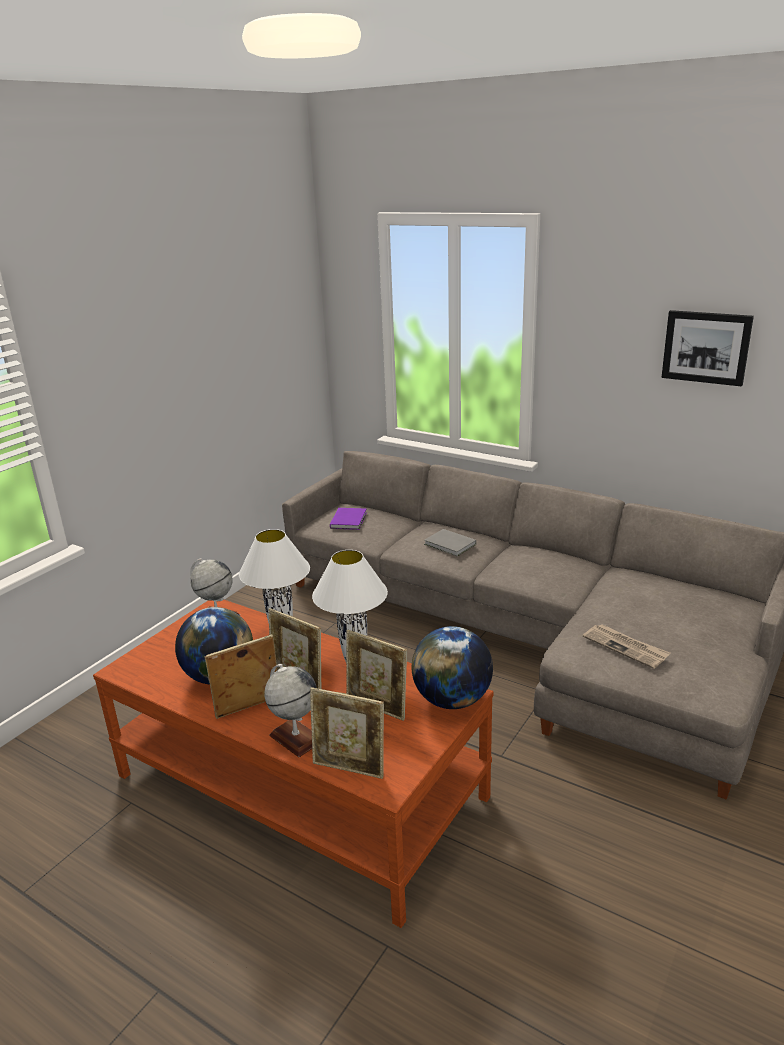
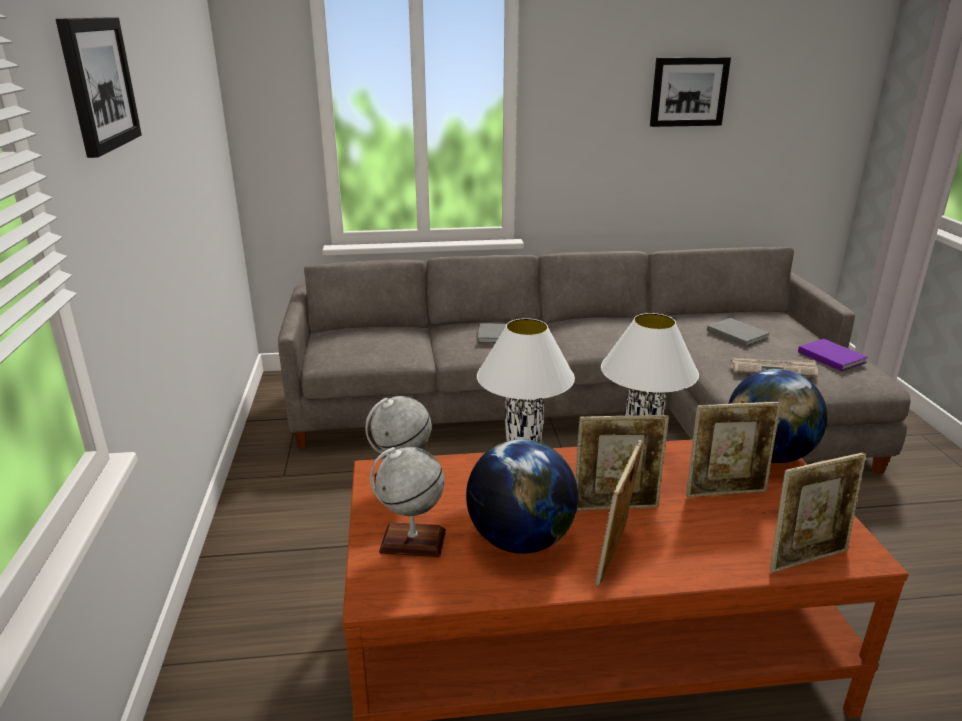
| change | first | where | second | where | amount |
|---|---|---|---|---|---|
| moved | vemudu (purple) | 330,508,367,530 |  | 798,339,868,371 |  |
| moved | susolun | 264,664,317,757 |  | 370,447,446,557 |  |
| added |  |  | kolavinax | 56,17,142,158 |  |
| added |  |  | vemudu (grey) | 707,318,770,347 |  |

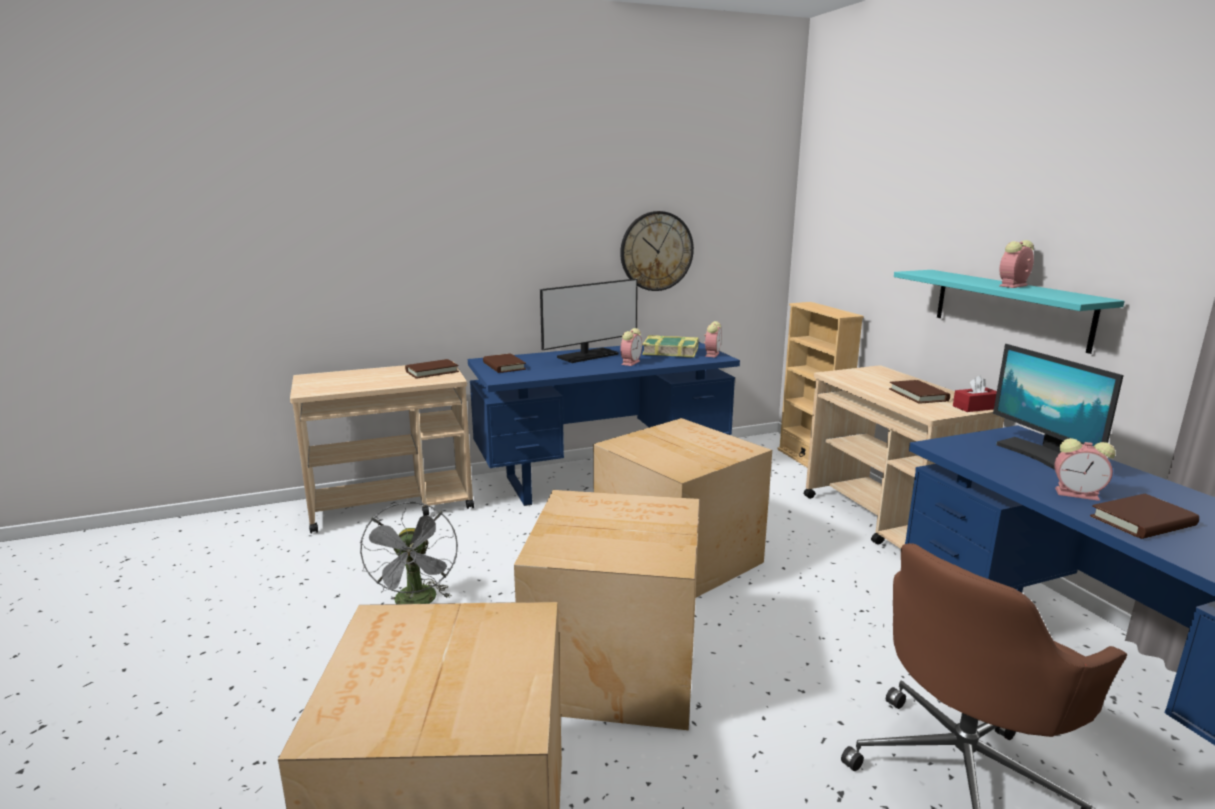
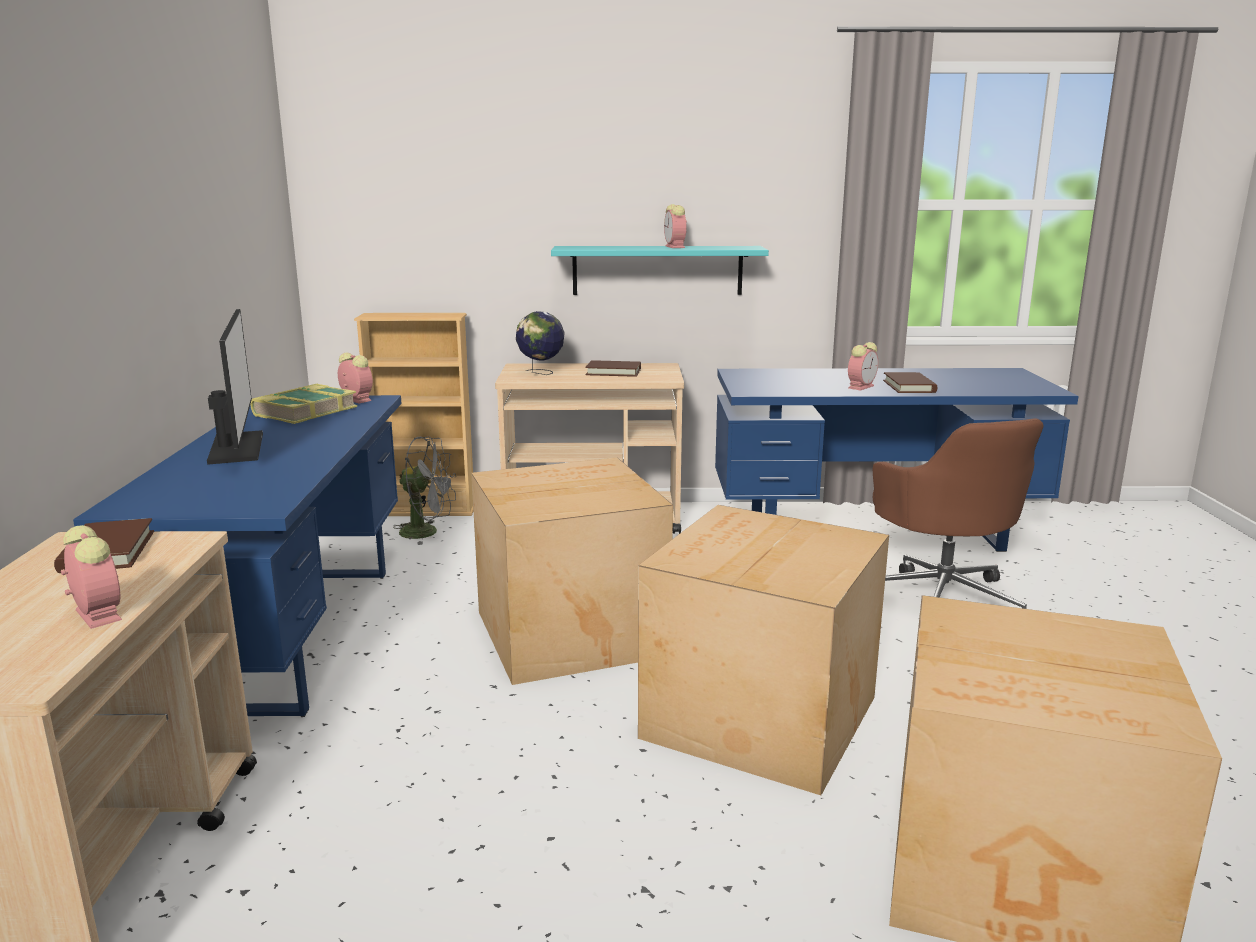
| change | first | where | second | where | amount |
|---|---|---|---|---|---|
| removed | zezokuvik | 620,211,694,291 |  |  |  |
| moved | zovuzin | 620,328,642,366 |  | 61,525,122,629 |  |
| removed | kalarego | 993,344,1124,470 |  |  |  |
| removed | vemudu (brown) | 483,353,526,373 |  |  |  |
| removed | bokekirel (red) | 953,375,997,412 |  |  |  |
| moved | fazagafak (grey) | 360,501,458,604 |  | 393,437,456,545 |  |
| added |  |  | susolun | 516,311,565,375 |  |

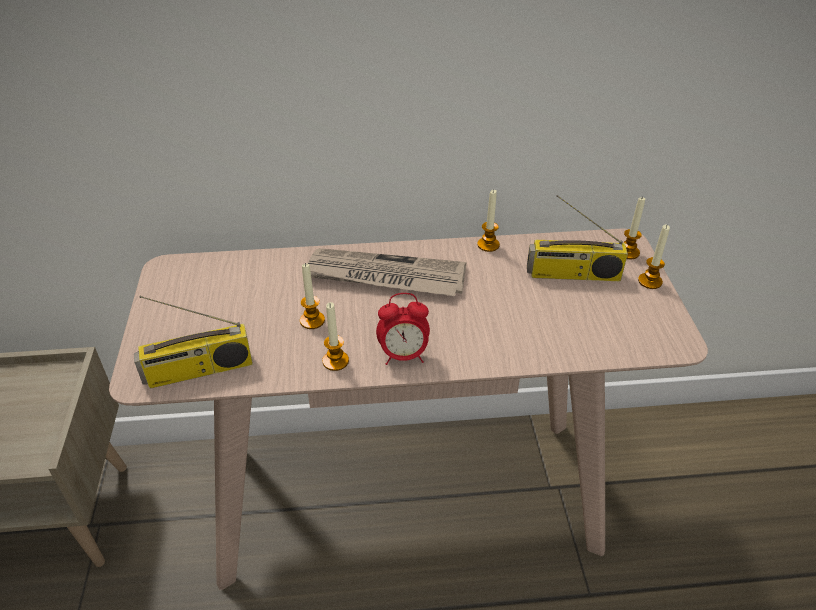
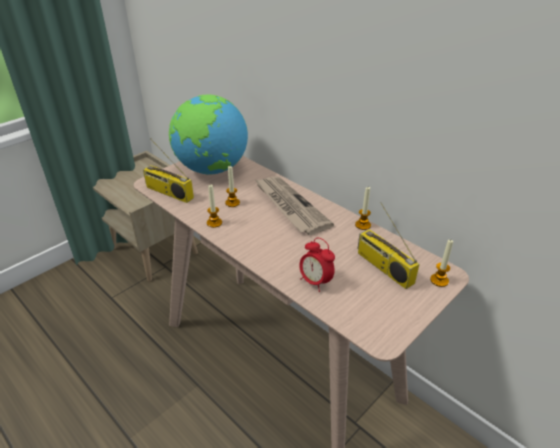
| change | first | where | second | where | amount |
|---|---|---|---|---|---|
| removed | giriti | 638,224,670,289 |  |  |  |
| moved | zovuzin | 376,293,430,365 |  | 299,238,335,292 |  |
| added |  |  | susolun | 169,94,248,175 |  |

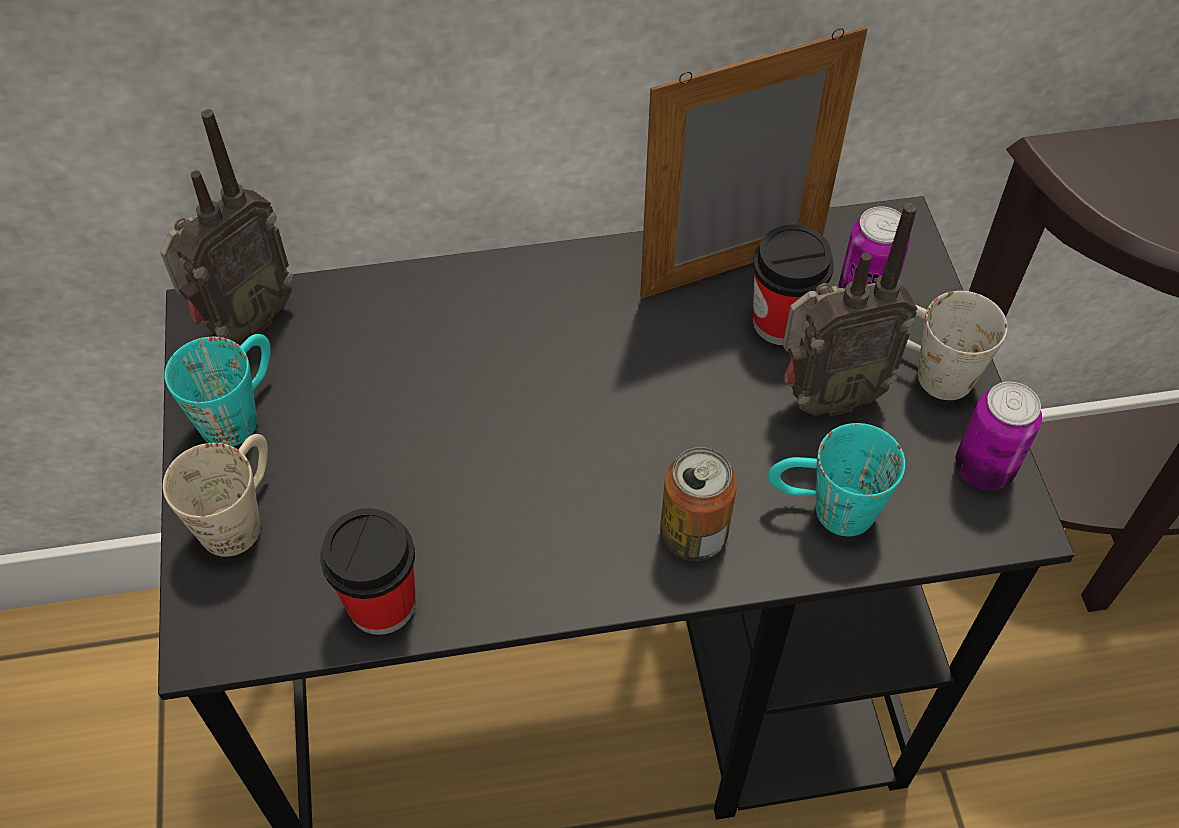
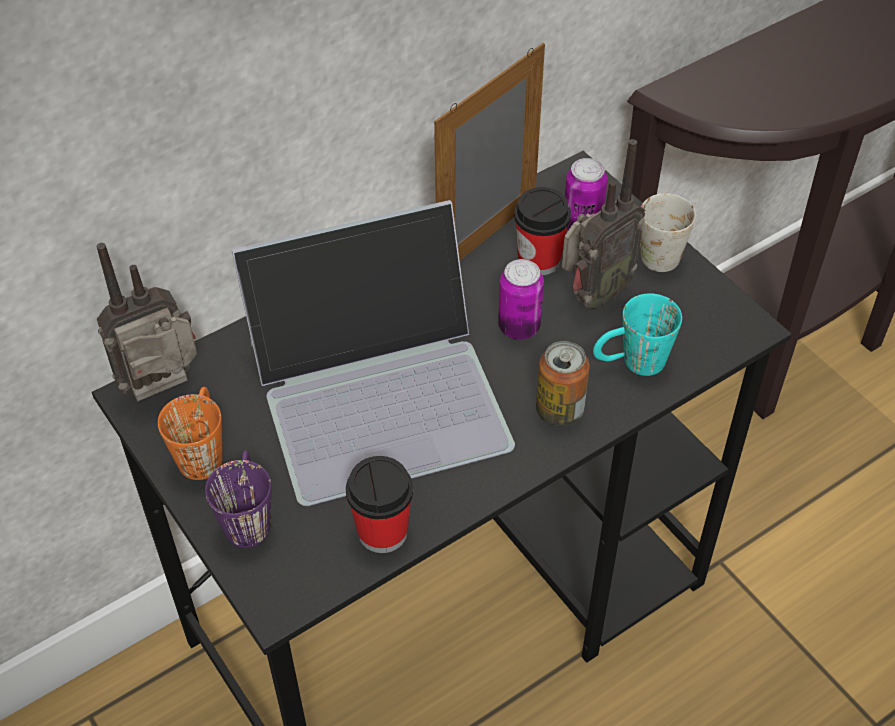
| change | first | where | second | where | amount |
|---|---|---|---|---|---|
| turned | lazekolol | 160,109,294,342 |  | 96,243,197,401 | 135 degrees counterclockwise |
| recoloured | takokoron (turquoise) | 165,334,271,447 | takokoron (orange) | 158,387,222,480 |  |
| moved | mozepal | 956,382,1042,490 |  | 498,259,544,340 |  |
| recoloured | takokoron (beige) | 163,434,268,557 | takokoron (purple) | 205,450,272,548 |  |
| added |  |  | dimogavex | 231,200,515,506 |  |

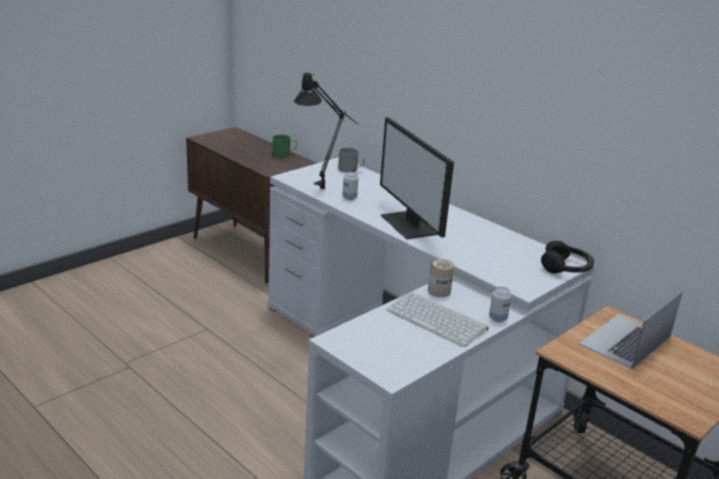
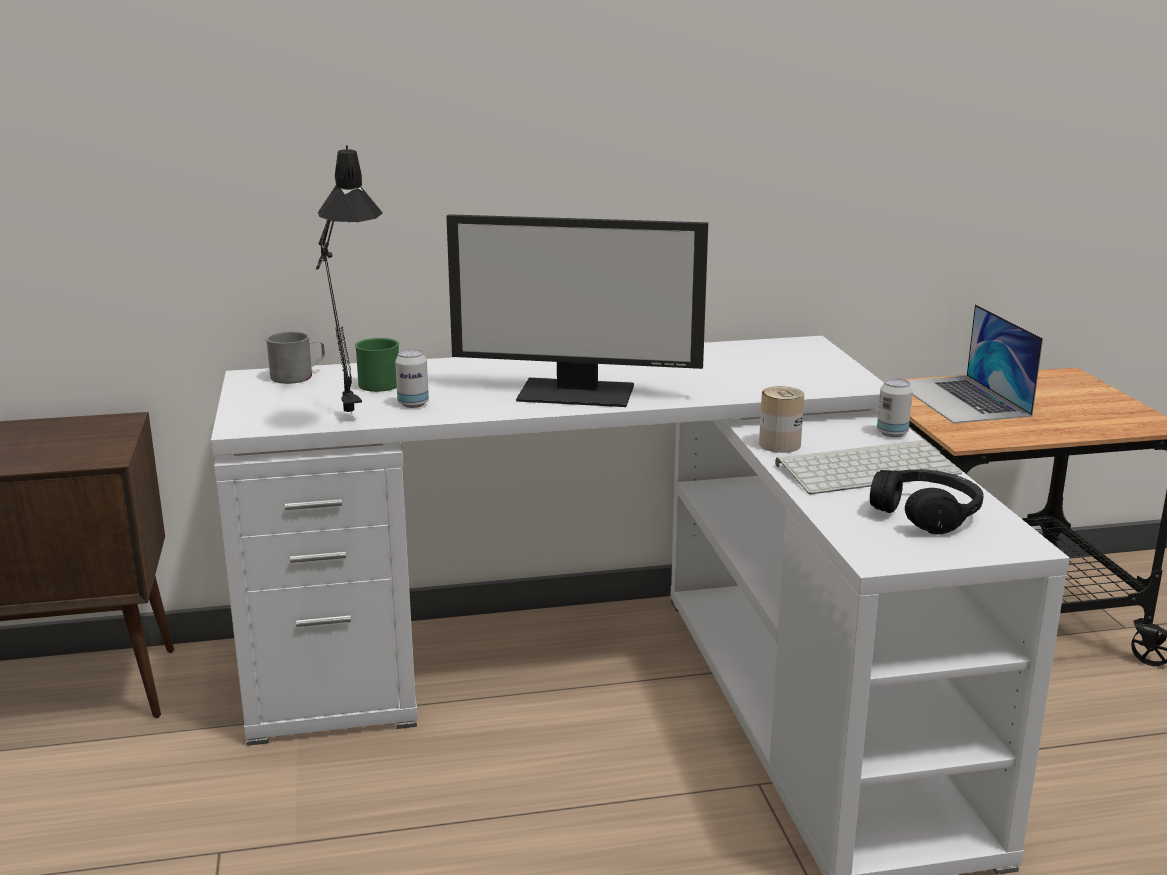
| change | first | where | second | where | amount |
|---|---|---|---|---|---|
| moved | takokoron (green) | 272,134,297,157 |  | 355,338,399,392 |  |
| moved | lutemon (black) | 541,241,594,274 |  | 870,469,984,534 |  |

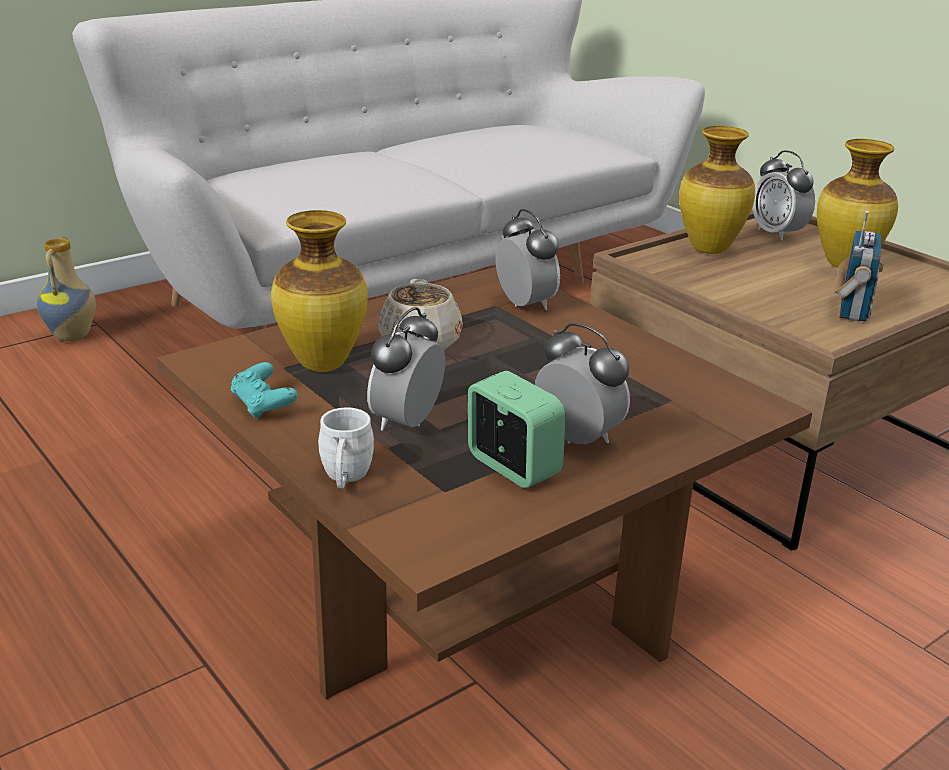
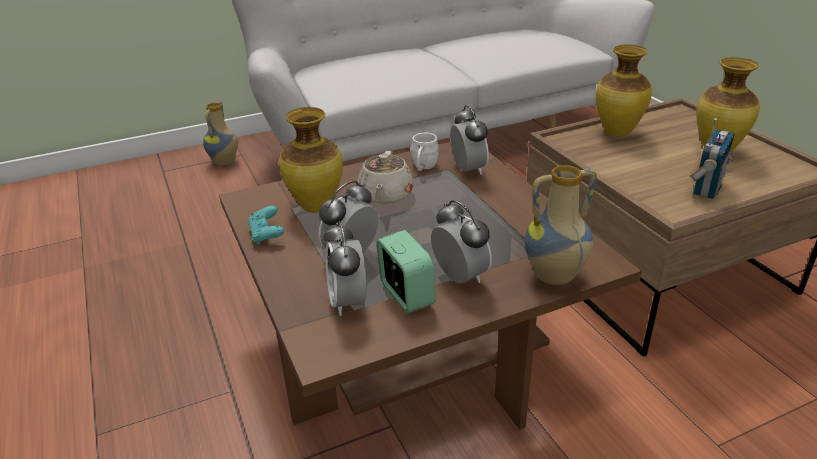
| change | first | where | second | where | amount |
|---|---|---|---|---|---|
| moved | zovuzin | 752,150,815,241 |  | 323,221,366,316 |  |
| moved | takokoron (white) | 318,407,374,488 |  | 411,133,439,171 |  |
| added |  |  | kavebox | 525,165,597,285 |  |

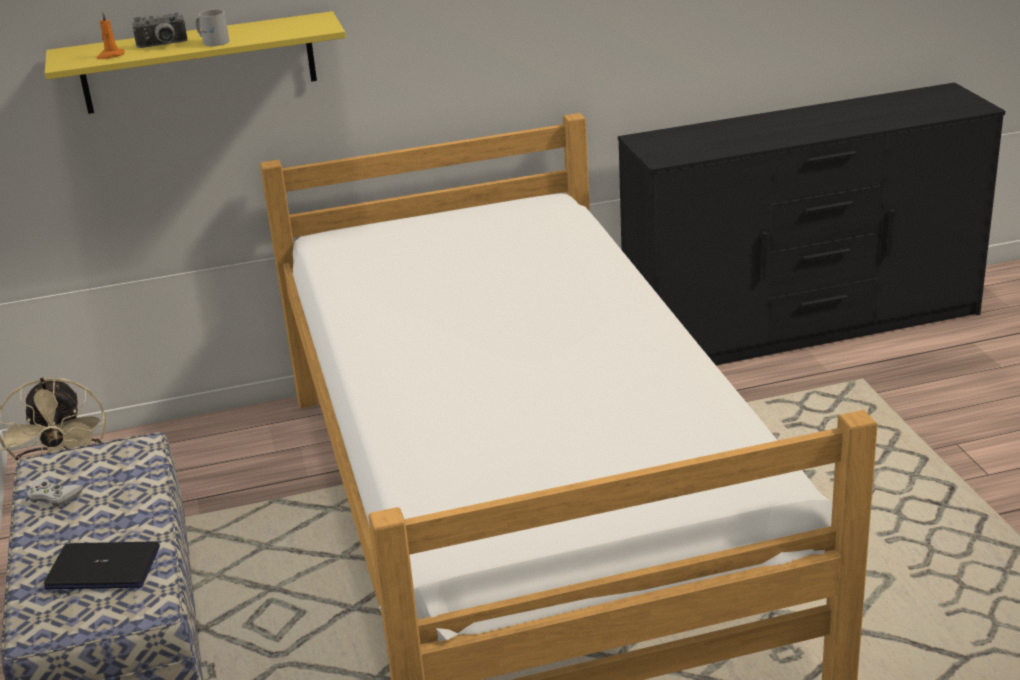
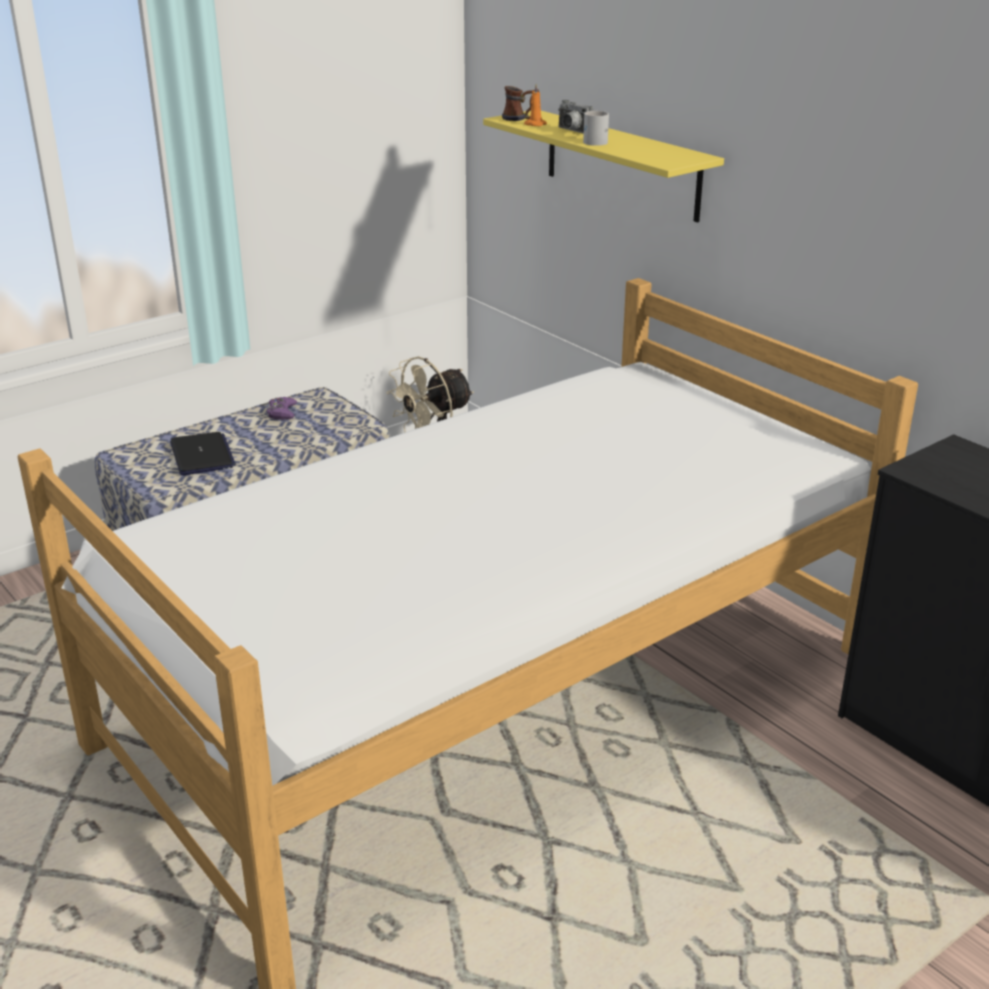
| change | first | where | second | where | amount |
|---|---|---|---|---|---|
| recoloured | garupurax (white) | 27,479,83,507 | garupurax (purple) | 267,397,297,420 |  |
| added |  |  | takokoron | 502,86,539,121 |  |

